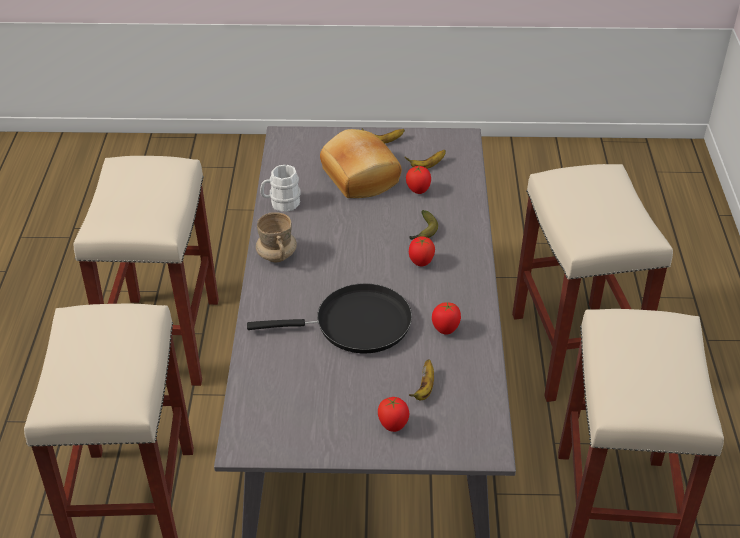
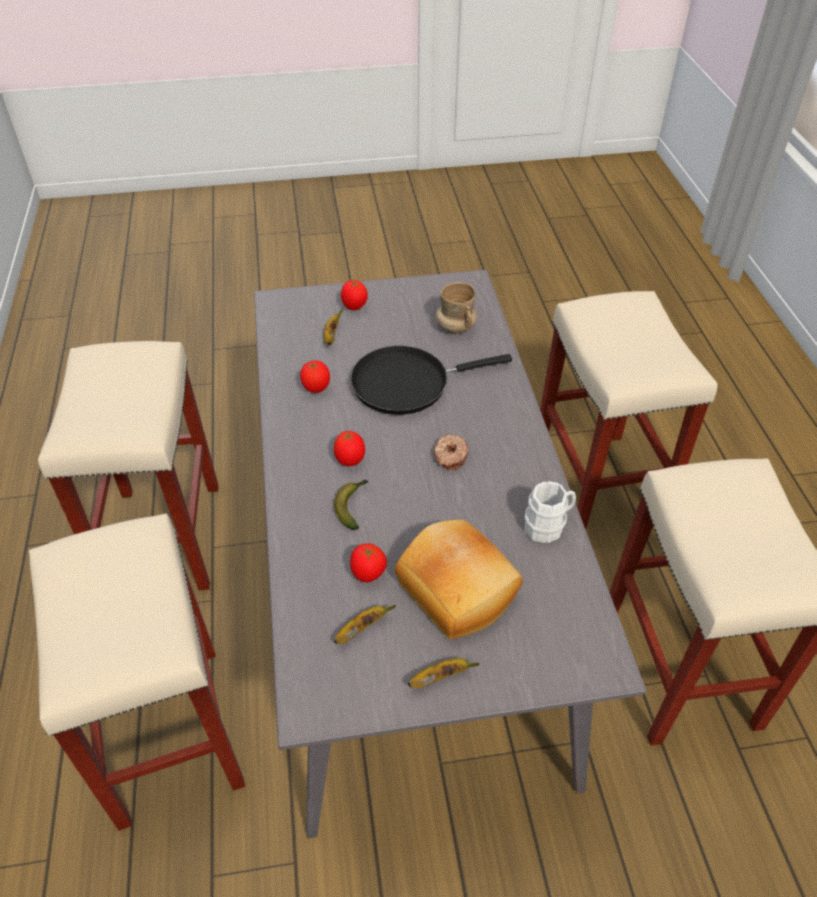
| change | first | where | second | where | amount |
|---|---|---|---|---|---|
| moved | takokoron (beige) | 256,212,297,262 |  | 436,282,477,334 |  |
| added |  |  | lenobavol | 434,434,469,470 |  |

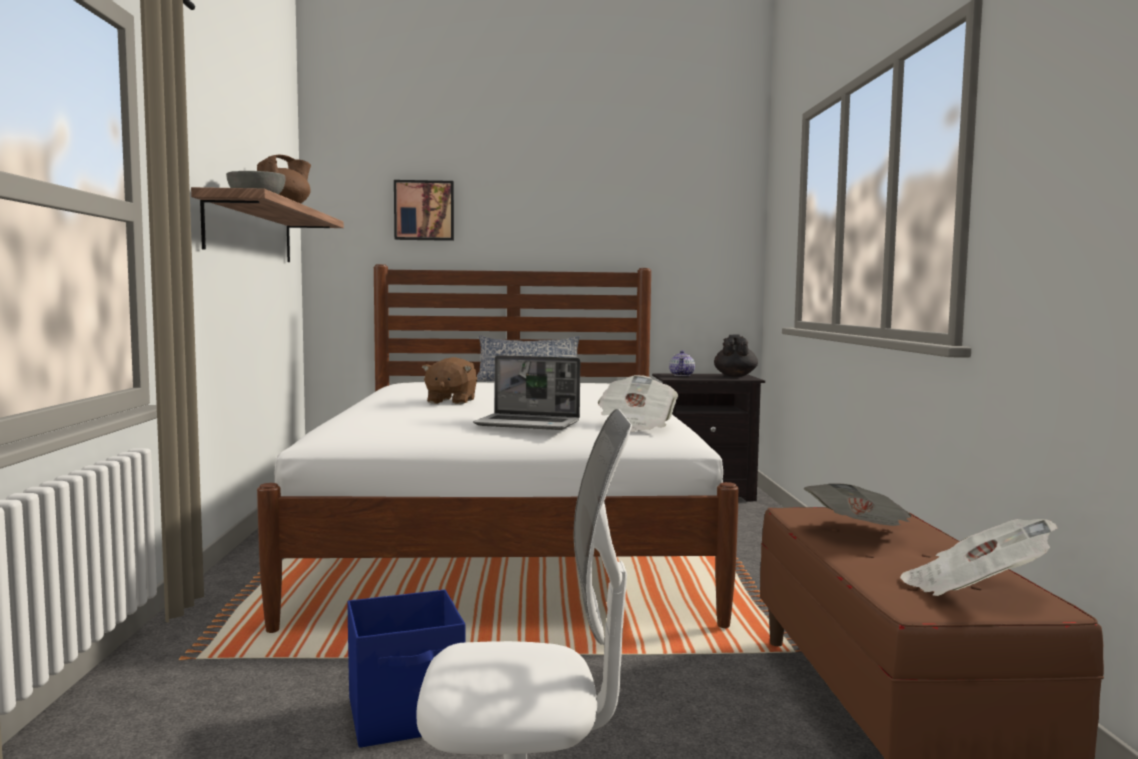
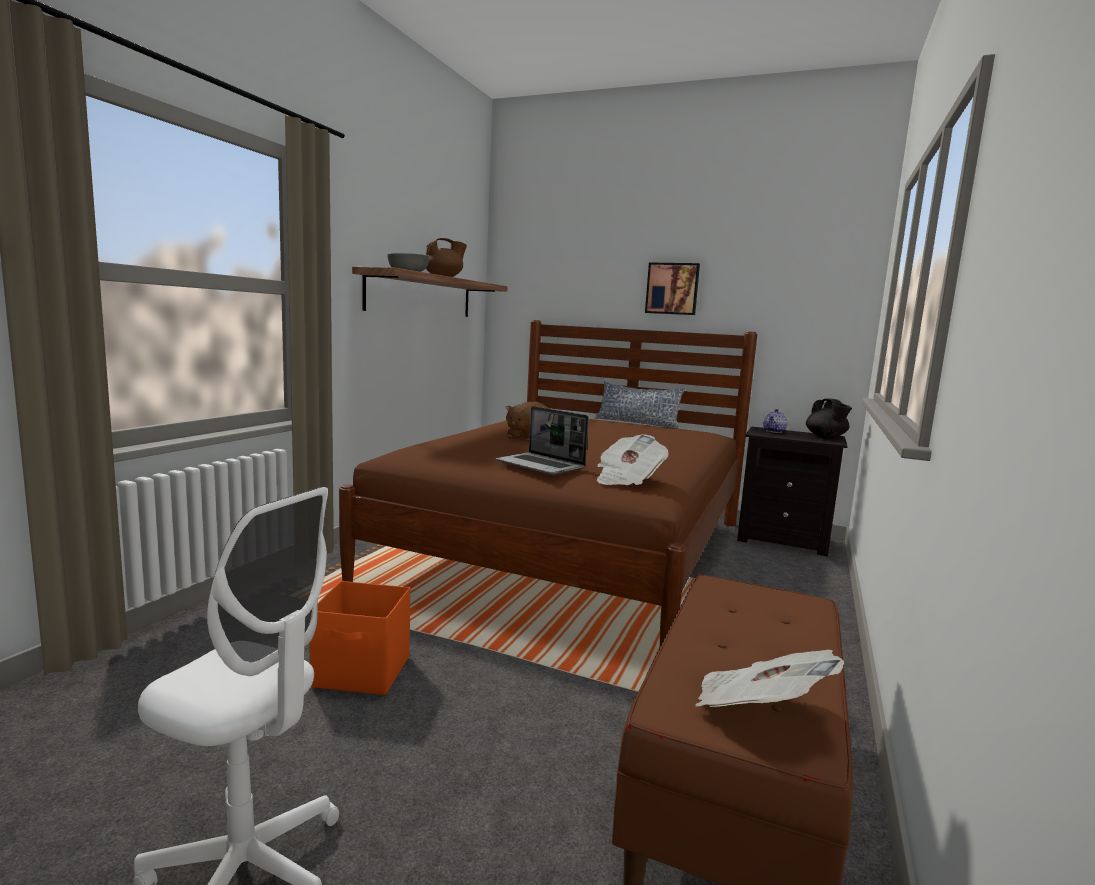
| change | first | where | second | where | amount |
|---|---|---|---|---|---|
| moved | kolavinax | 394,180,454,241 |  | 645,263,700,315 |  |
| recoloured | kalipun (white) | 257,264,739,633 | kalipun (brown) | 339,320,757,647 |  |
| turned | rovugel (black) | 714,335,758,377 |  | 806,398,852,439 | 135 degrees clockwise |
| removed | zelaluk | 804,483,912,526 |  |  |  |
| recoloured | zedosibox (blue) | 348,589,465,748 | zedosibox (orange) | 309,581,410,695 |  |

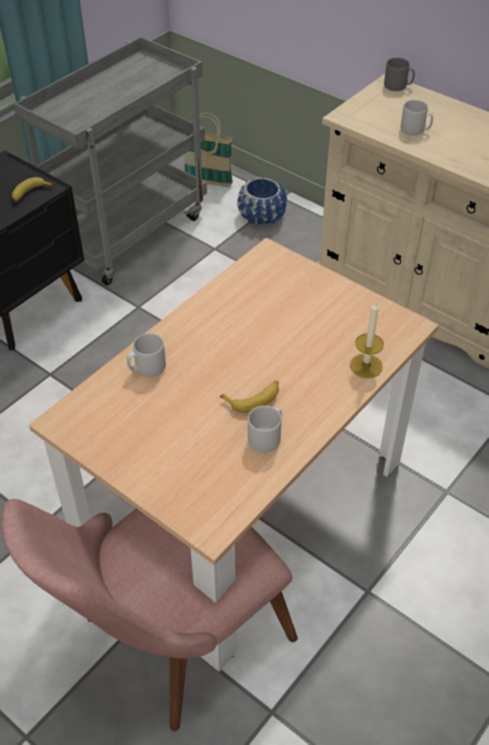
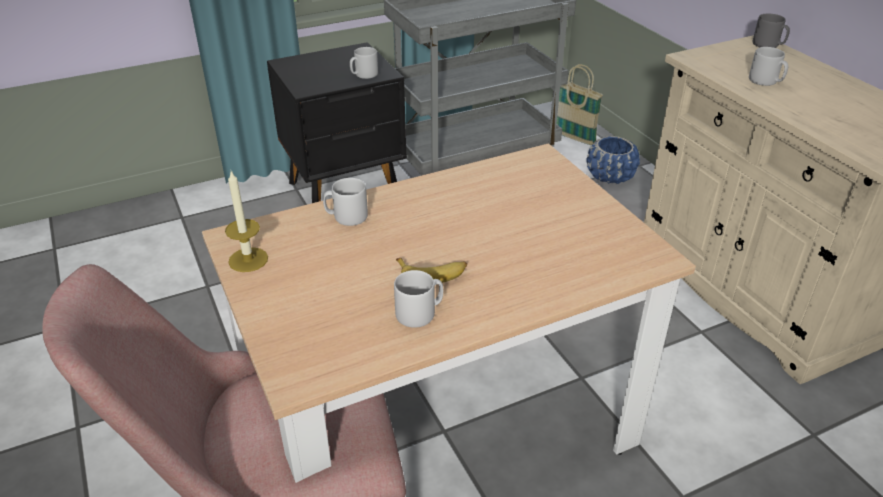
| change | first | where | second | where | amount |
|---|---|---|---|---|---|
| replaced | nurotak | 12,177,54,202 | takokoron (grey) | 350,47,378,79 |  |
| moved | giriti | 350,302,384,378 |  | 225,171,268,272 |  |

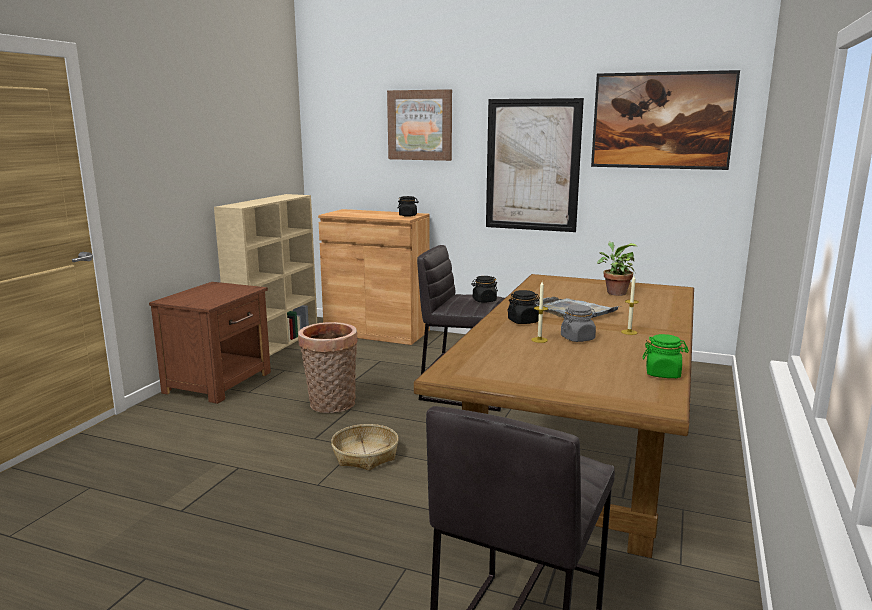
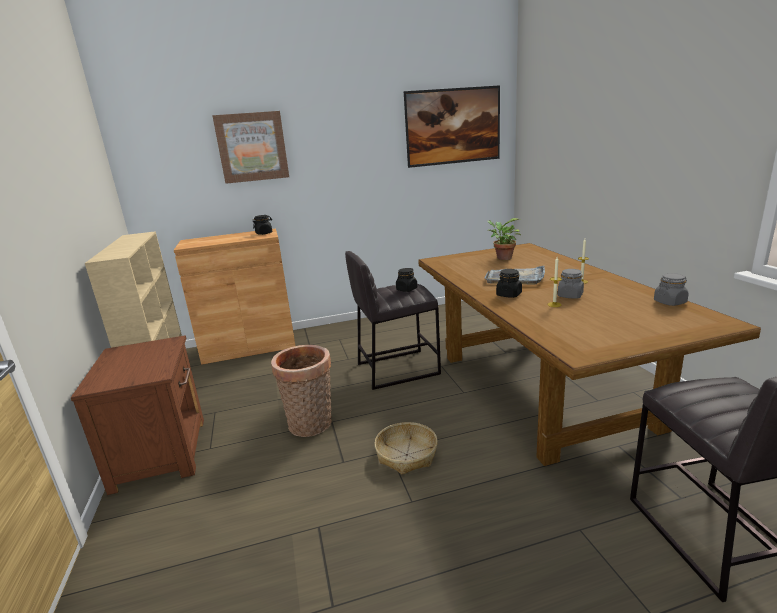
| change | first | where | second | where | amount |
|---|---|---|---|---|---|
| removed | kolavinax | 486,98,584,232 |  |  |  |
| recoloured | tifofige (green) | 643,334,689,378 | tifofige (grey) | 654,273,689,306 |  |

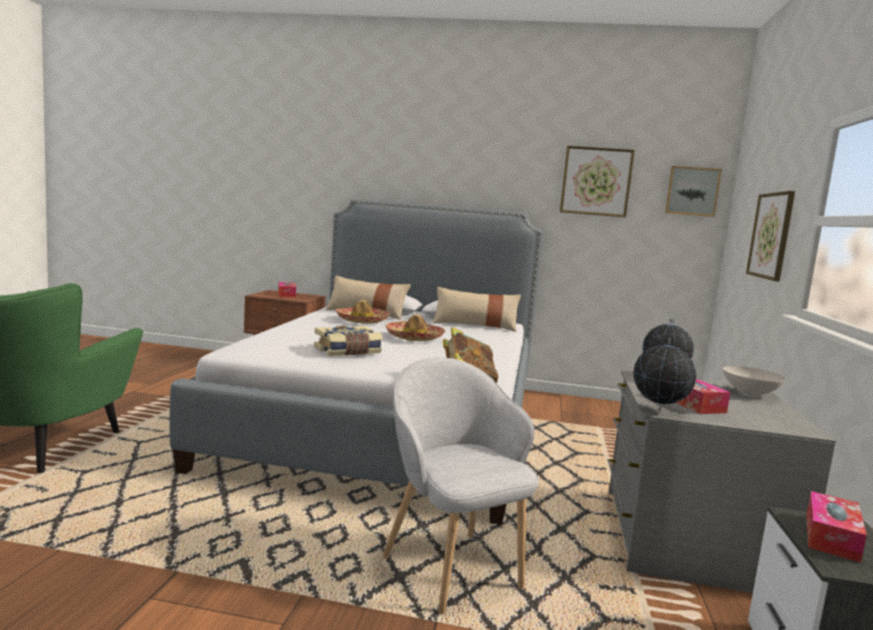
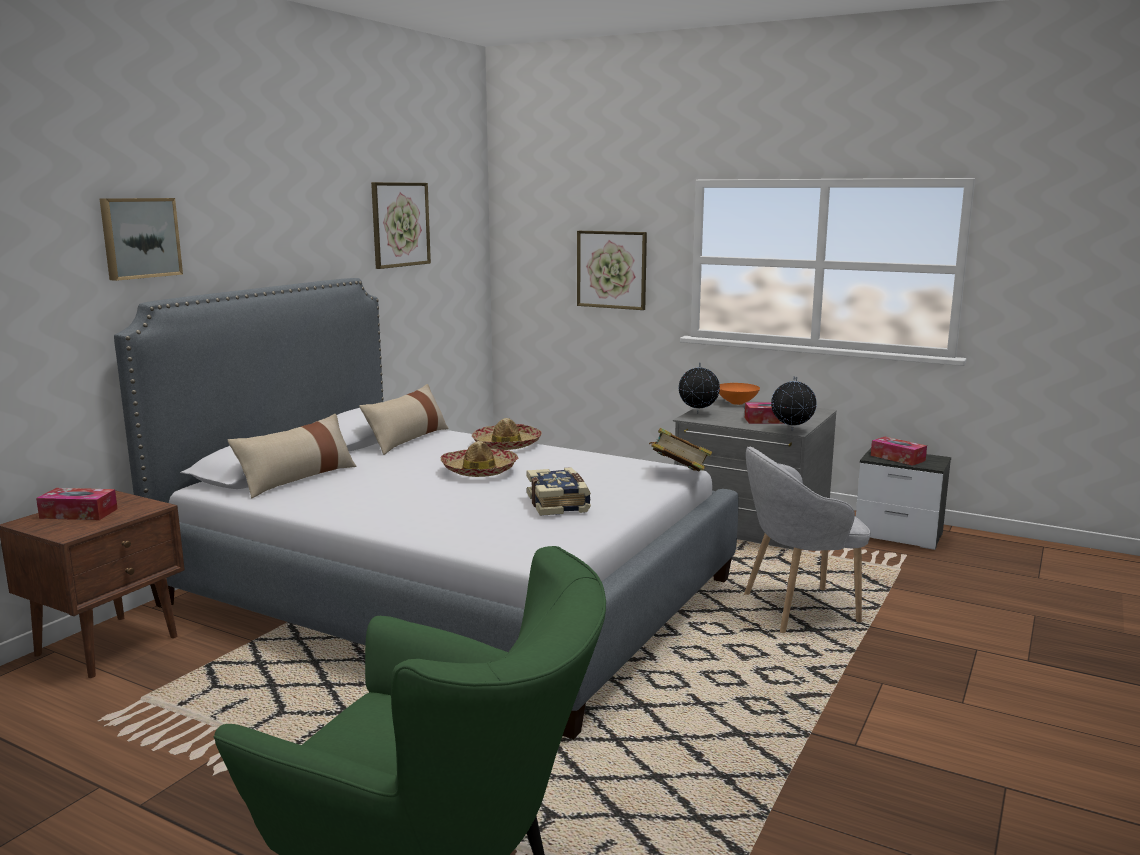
| change | first | where | second | where | amount |
|---|---|---|---|---|---|
| moved | kolavinax | 665,166,722,217 |  | 100,198,183,281 |  |
| moved | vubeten | 335,300,390,324 |  | 472,418,542,450 |  |
| recoloured | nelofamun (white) | 723,366,786,396 | nelofamun (orange) | 719,383,760,405 |  |

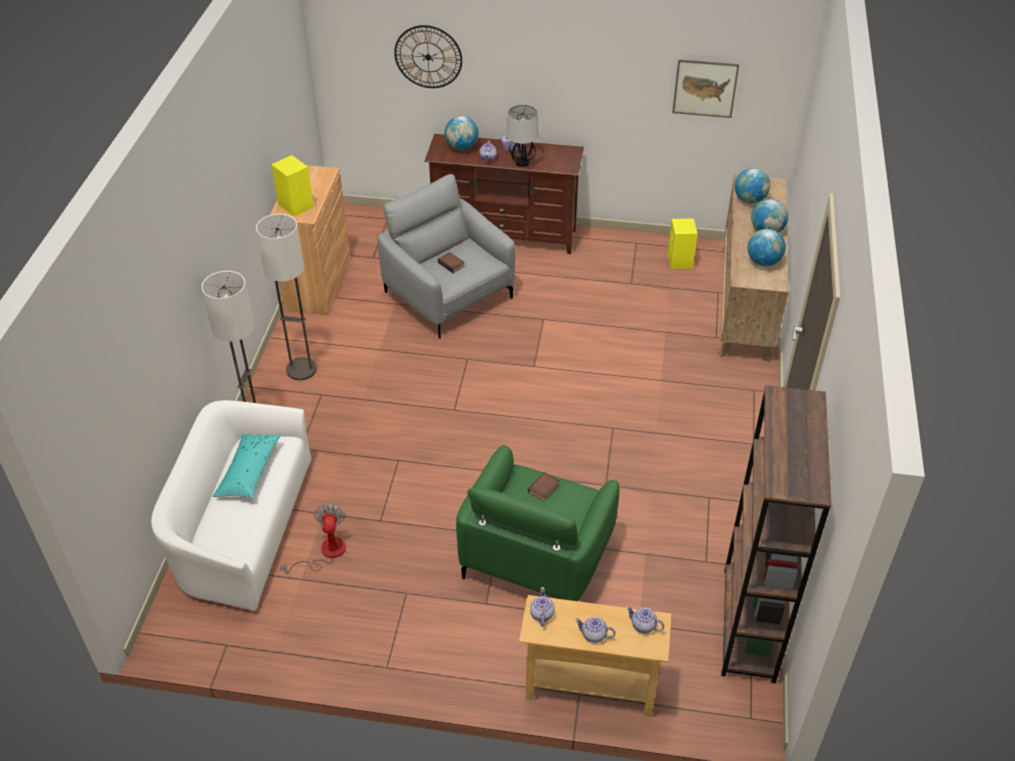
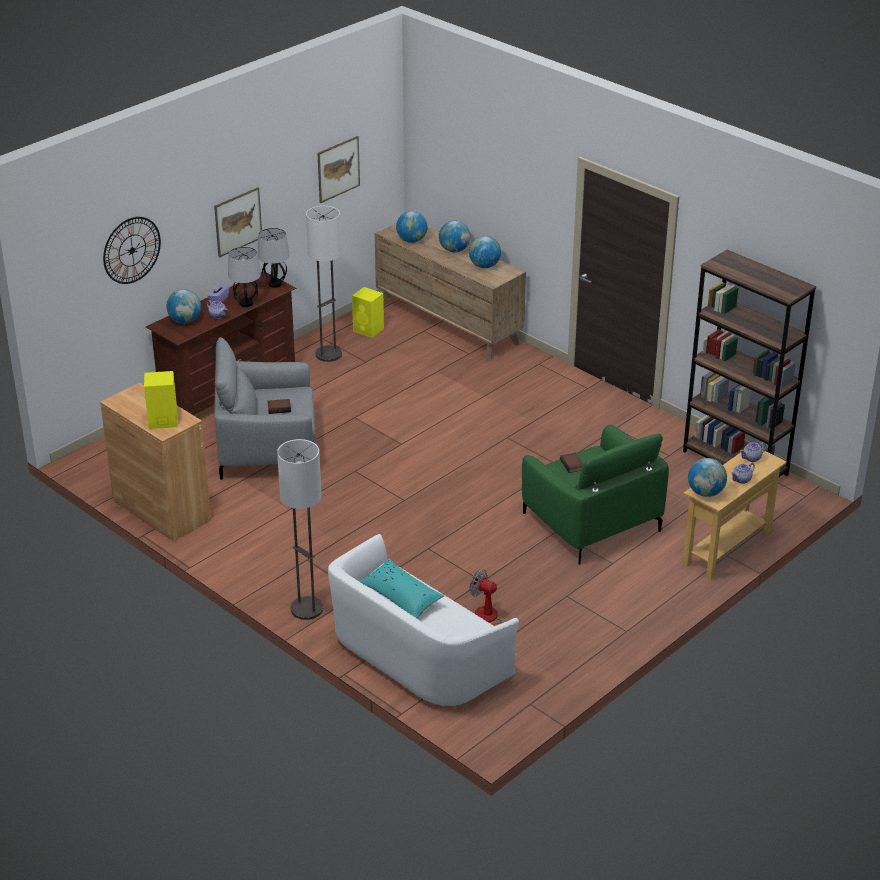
| change | first | where | second | where | amount |
|---|---|---|---|---|---|
| moved | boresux | 256,214,317,380 |  | 306,206,342,362 |  |
| replaced | rovugel | 530,587,555,627 | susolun | 688,458,727,497 |  |
| added |  |  | kolavinax | 214,187,262,257 |  |
| added |  |  | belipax | 258,228,290,288 |  |

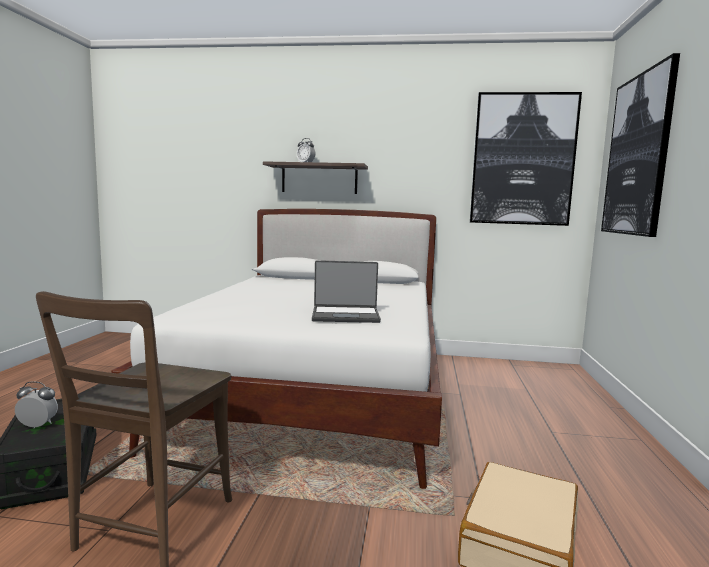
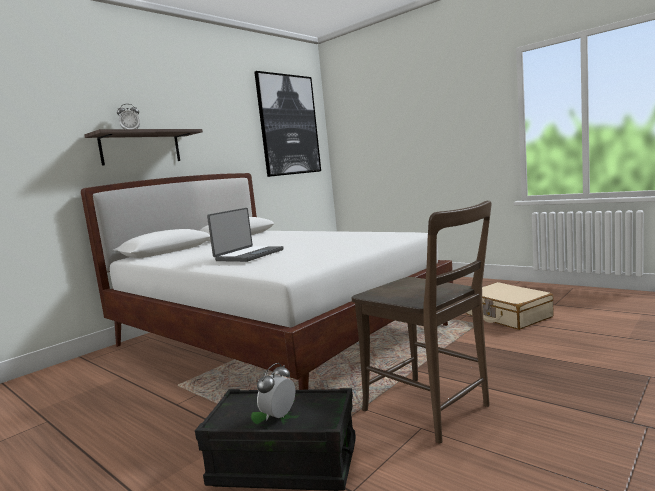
| change | first | where | second | where | amount |
|---|---|---|---|---|---|
| removed | kolavinax | 601,53,680,237 |  |  |  |
| moved | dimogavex | 312,260,381,323 |  | 207,208,284,262 |  |

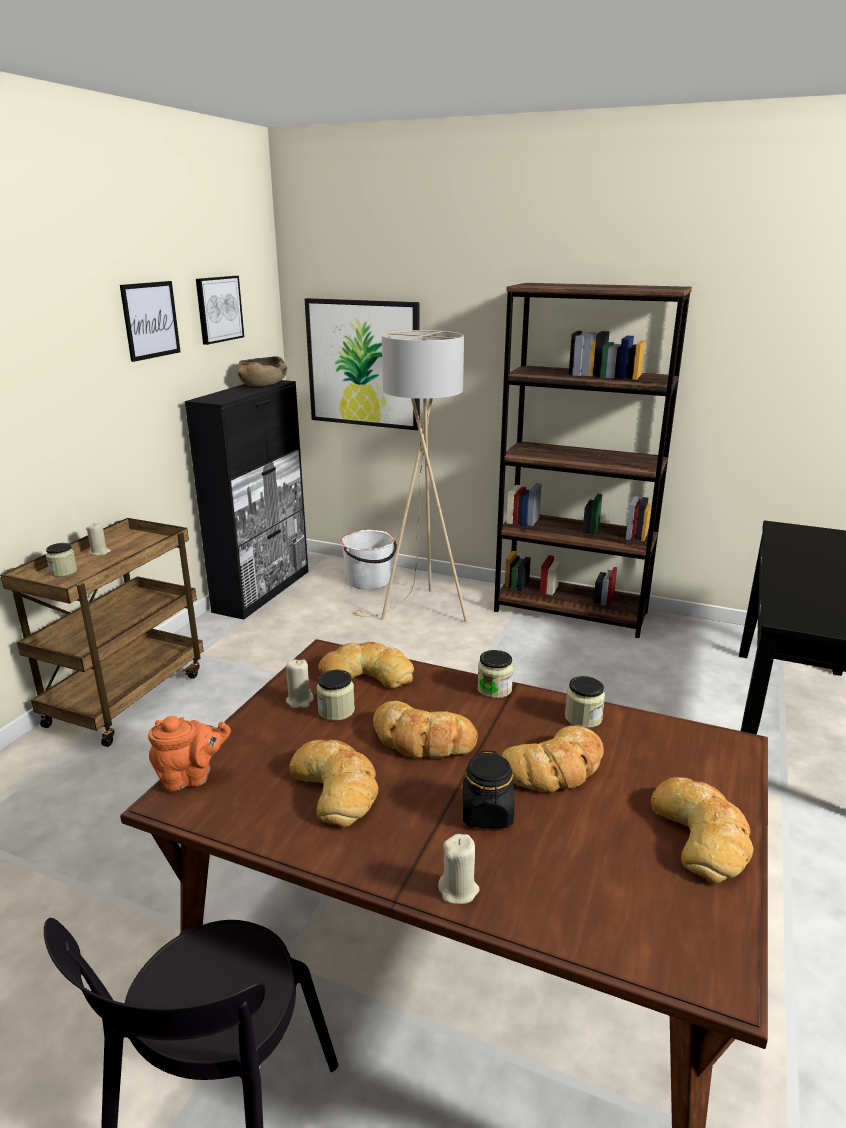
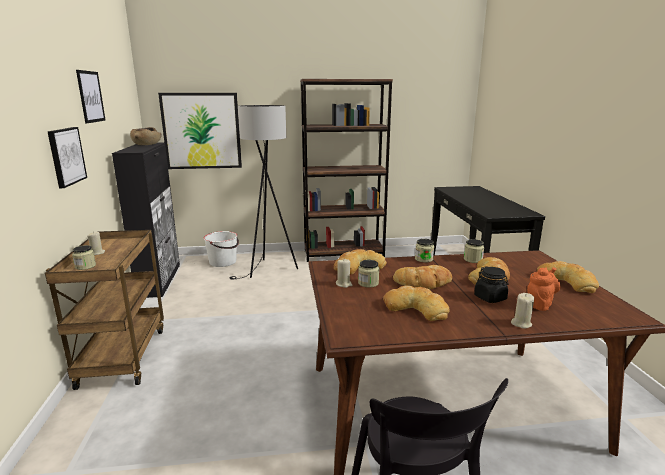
| change | first | where | second | where | amount |
|---|---|---|---|---|---|
| moved | kolavinax | 196,276,244,345 |  | 48,127,87,188 |  |
| recoloured | boresux (beige) | 352,330,468,622 | boresux (black) | 230,105,298,279 |  |
| moved | rovugel (orange) | 148,716,231,791 |  | 527,267,560,311 |  |

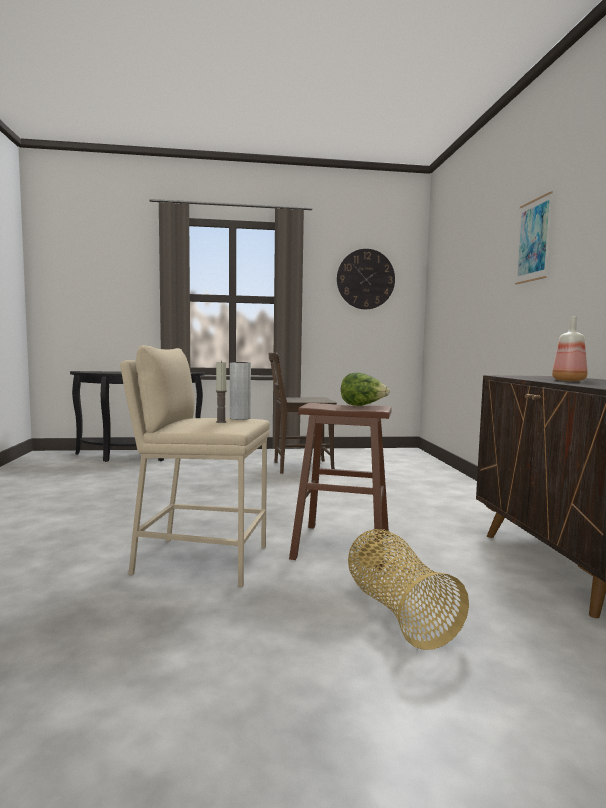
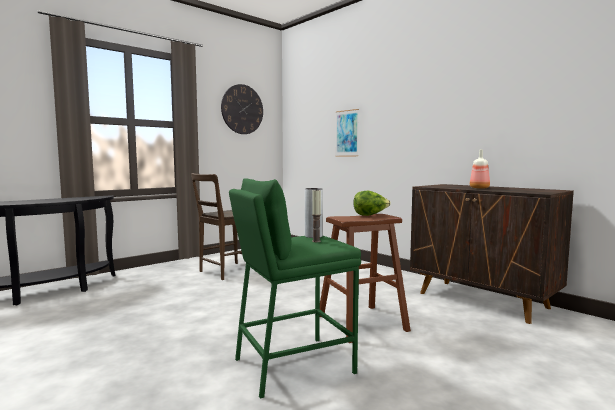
| change | first | where | second | where | amount |
|---|---|---|---|---|---|
| moved | kolavinax | 515,192,553,285 |  | 335,109,359,157 |  |
| recoloured | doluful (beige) | 120,345,270,587 | doluful (green) | 229,178,361,399 |  |
| removed | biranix | 348,529,469,650 |  |  |  |

